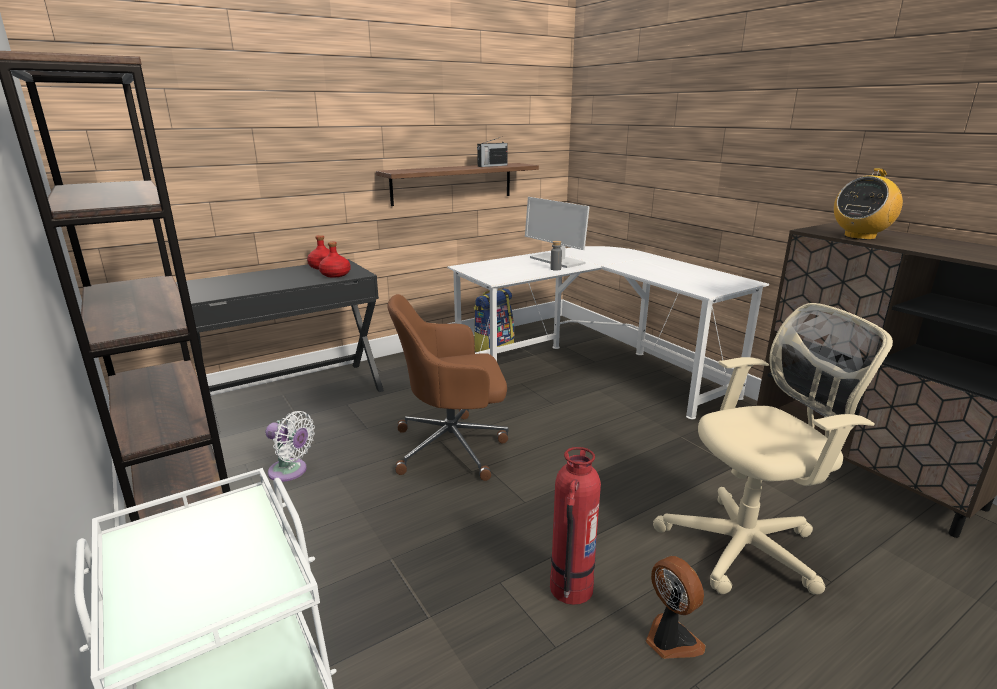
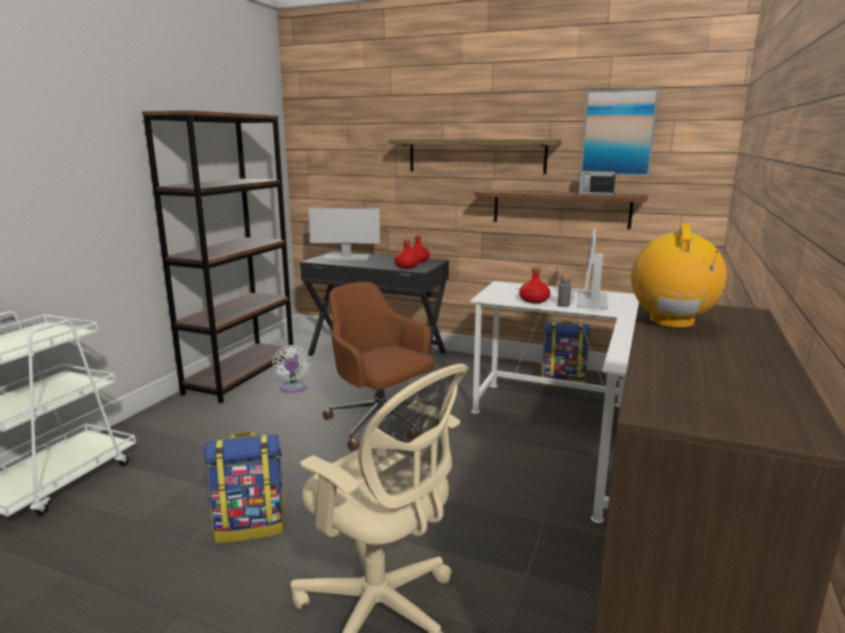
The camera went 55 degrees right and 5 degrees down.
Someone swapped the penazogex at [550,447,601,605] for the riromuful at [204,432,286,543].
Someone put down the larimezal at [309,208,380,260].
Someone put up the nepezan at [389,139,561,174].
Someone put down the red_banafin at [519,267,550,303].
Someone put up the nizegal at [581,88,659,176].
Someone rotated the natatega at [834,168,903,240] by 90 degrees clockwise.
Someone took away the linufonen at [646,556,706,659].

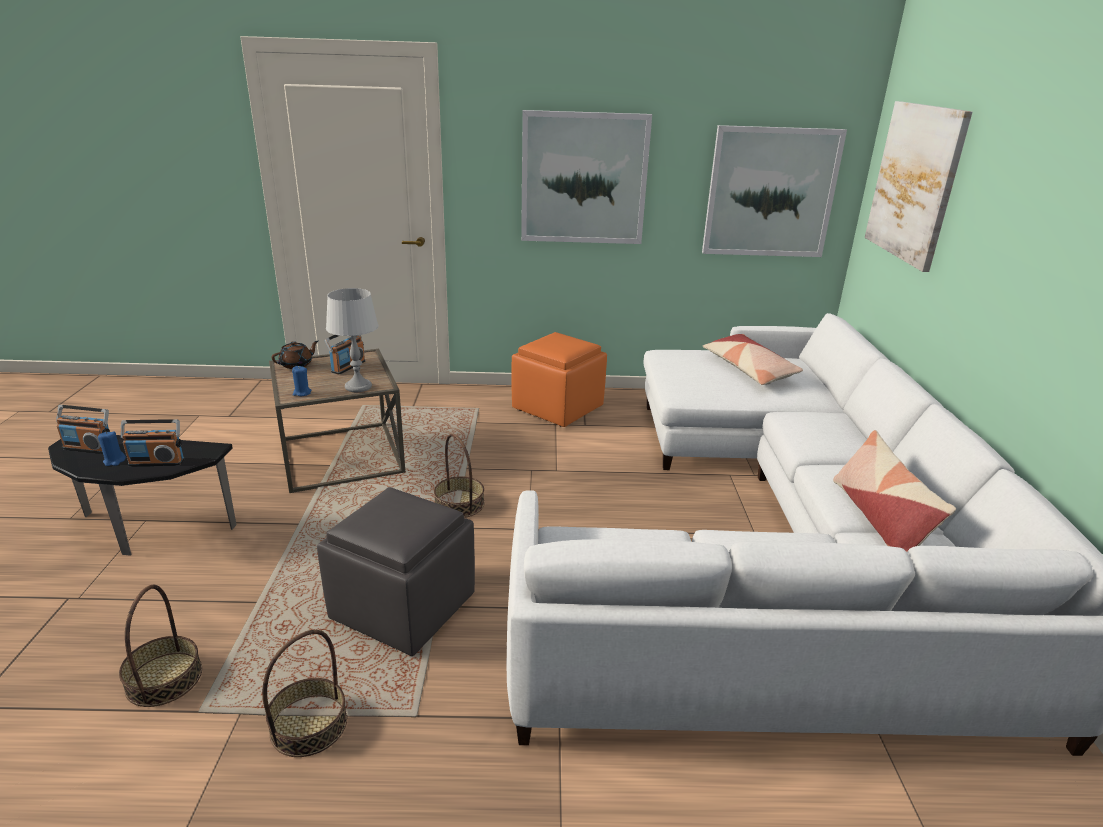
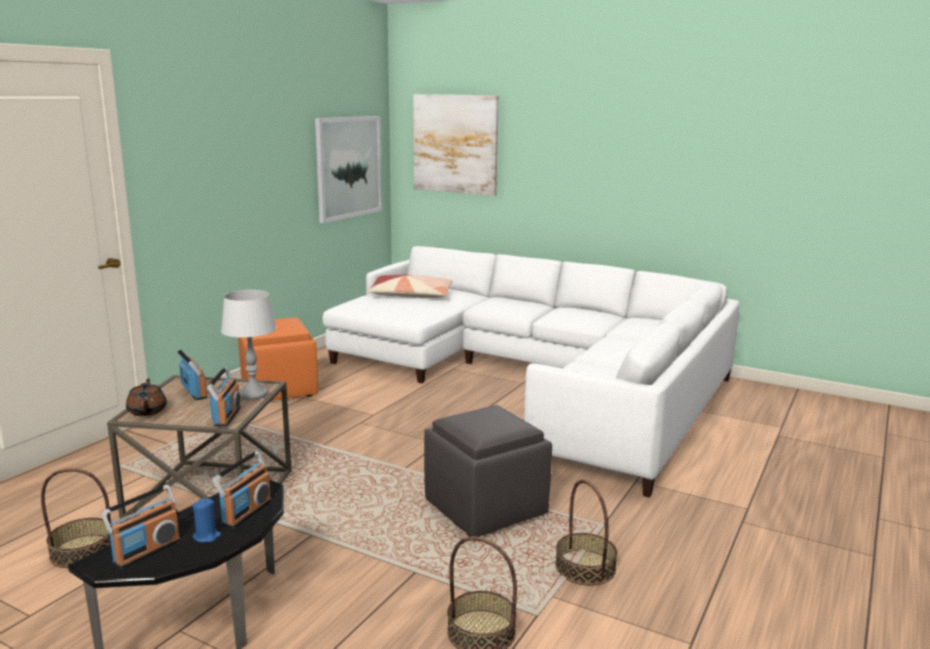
The camera went 60 degrees left and 10 degrees down.
Someone carried the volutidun from [434,434,485,518] to [41,468,111,568].
Someone swapped the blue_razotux at [292,366,312,396] for the natatega at [207,367,241,427].
Someone took away the nizegal at [521,110,652,244].
Someone took away the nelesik at [833,430,956,552].

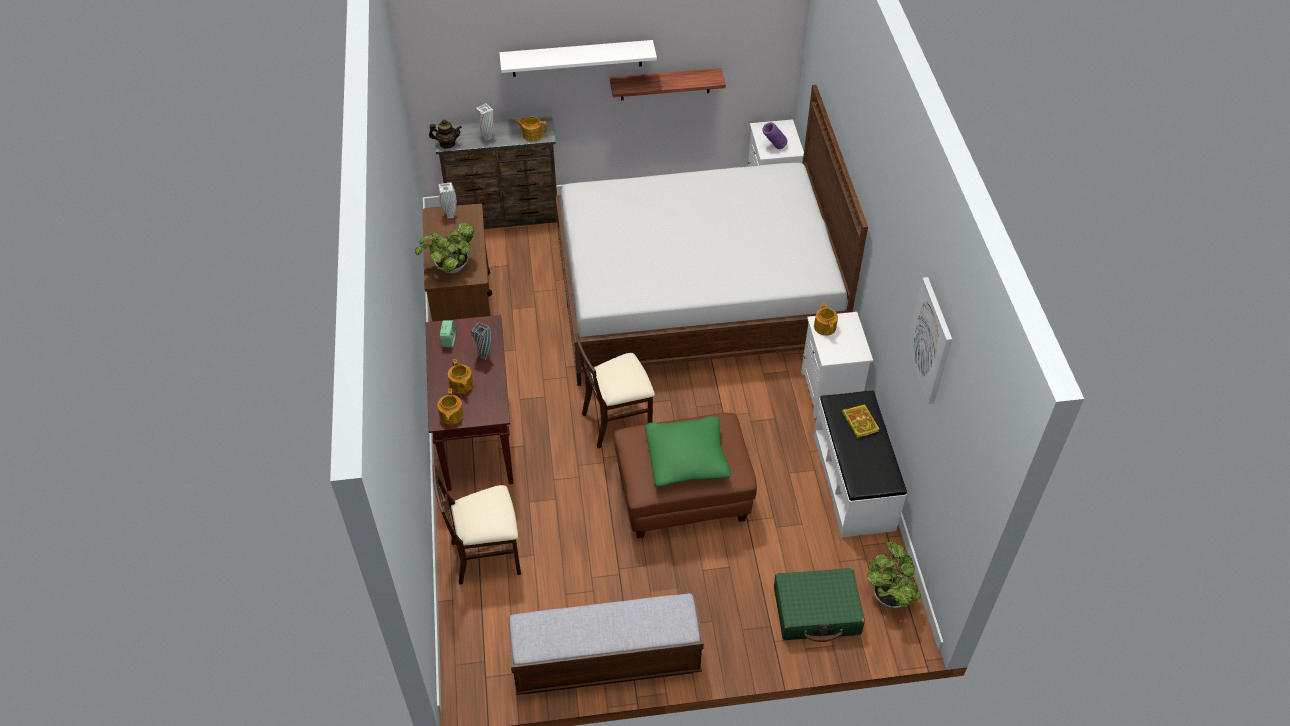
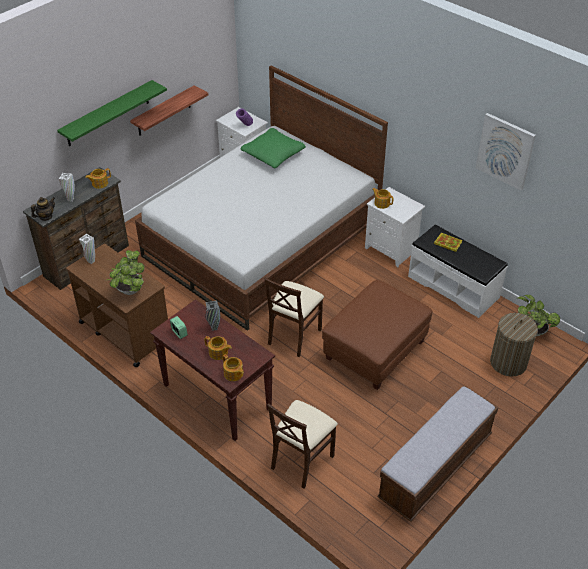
The camera went 40 degrees left and 5 degrees down.
Someone repainted the white_nepezan at [499,40,657,77], which became the green_nepezan at [57,80,167,146].
Someone carried the green_nelesik from [645,416,731,487] to [240,128,306,168].
Someone swapped the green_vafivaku at [774,568,865,642] for the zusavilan at [490,313,538,377].

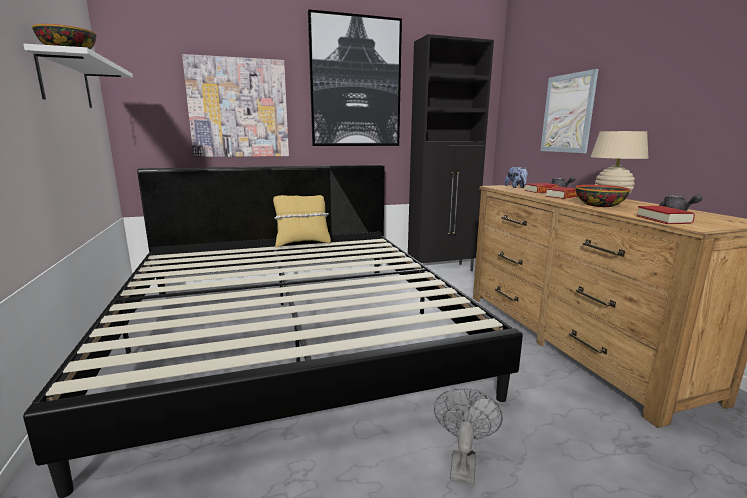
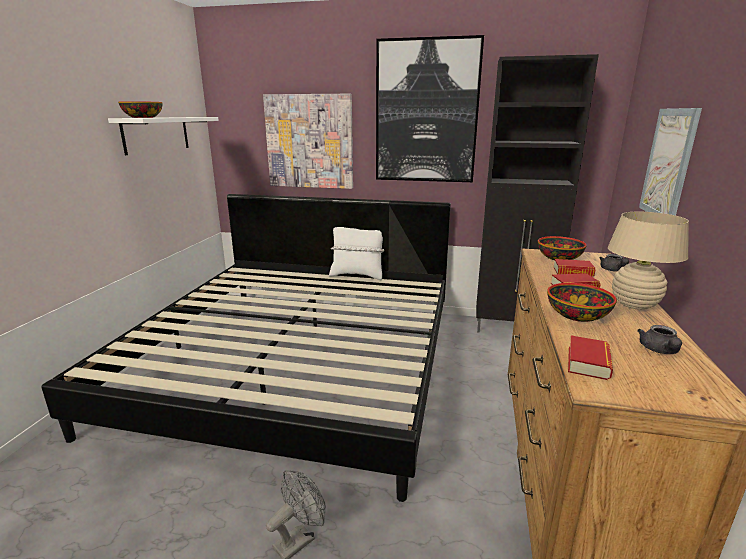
The camera went 30 degrees right and 5 degrees up.
Someone repainted the yellow_nelesik at [273,195,331,247], which became the white_nelesik at [329,227,384,280].
Someone swapped the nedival at [505,166,528,188] for the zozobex at [538,236,587,260].

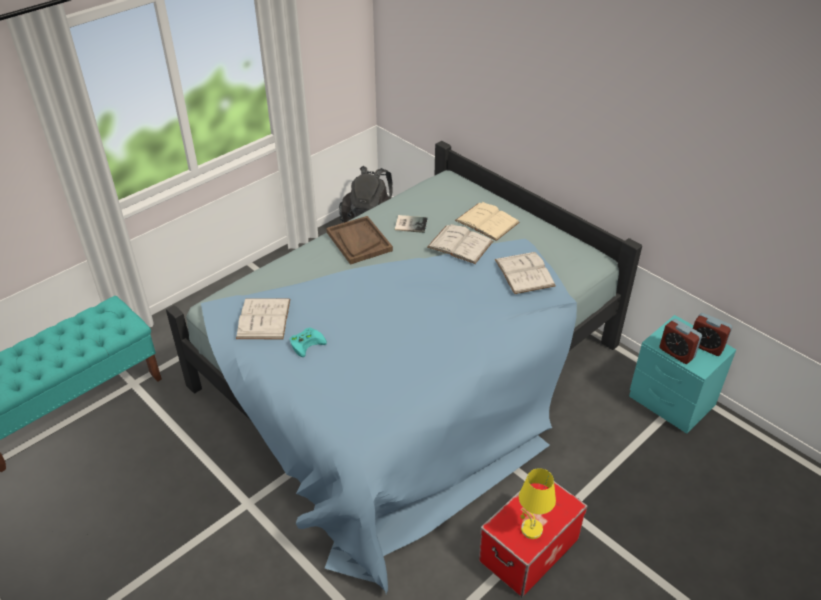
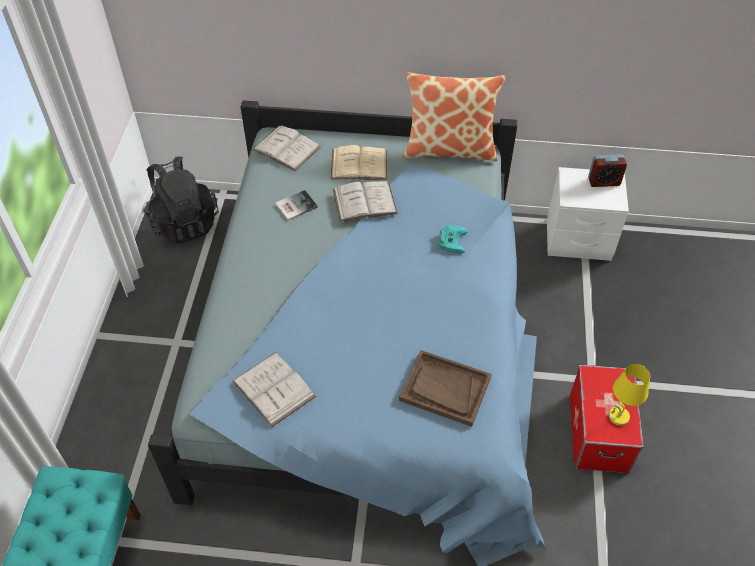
The camera went 40 degrees left and 10 degrees up.
Someone carried the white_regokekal from [495,252,556,294] to [252,126,321,171].
Someone carried the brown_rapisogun from [326,216,393,265] to [399,350,492,427].
Someone put down the nelesik at [403,72,506,161].
Someone carried the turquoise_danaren from [290,328,327,357] to [438,225,467,253].
Someone repainted the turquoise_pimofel at [629,315,736,434], which became the white_pimofel at [547,167,629,261].
Someone took away the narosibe at [659,319,702,364].

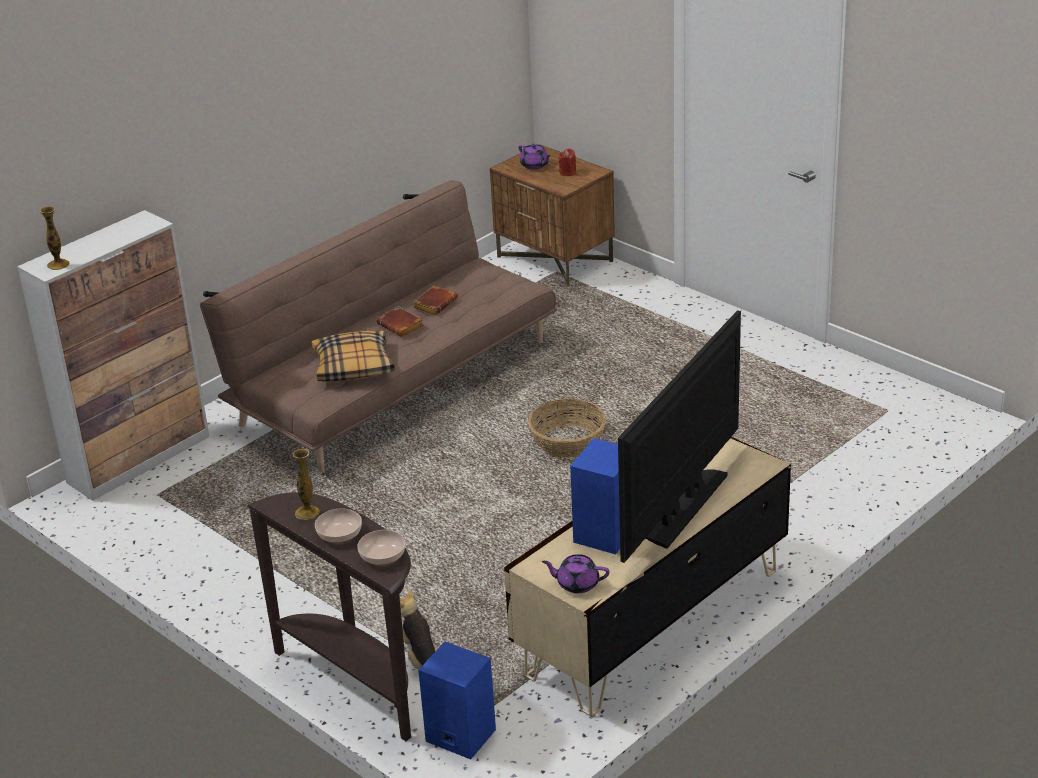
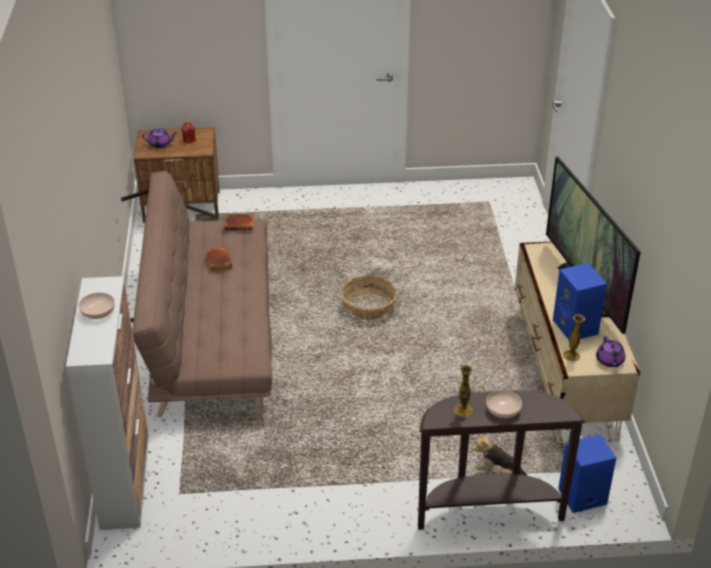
The camera went 50 degrees left and 5 degrees up.
Someone carried the zozobex from [357,530,406,565] to [78,292,115,319].
Someone carried the brown_regokekal from [376,307,423,337] to [224,214,254,231].
Someone carried the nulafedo from [39,206,69,270] to [563,314,585,361].
Someone rotated the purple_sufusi at [542,554,609,593] by 60 degrees counterclockwise.
Someone took away the nelesik at [311,331,395,381].

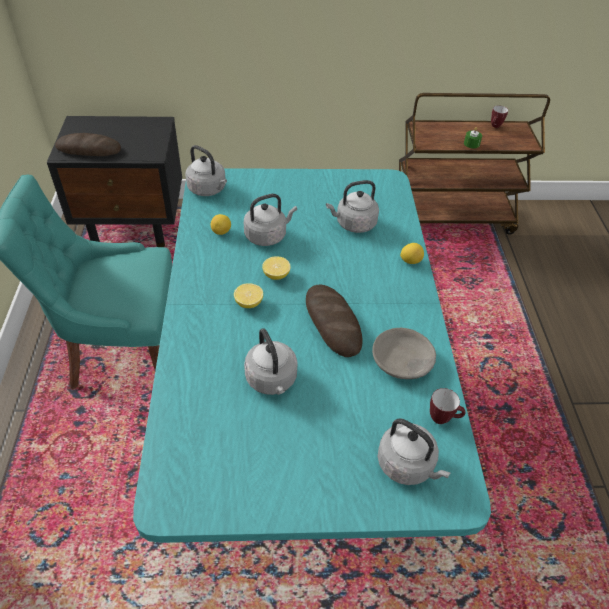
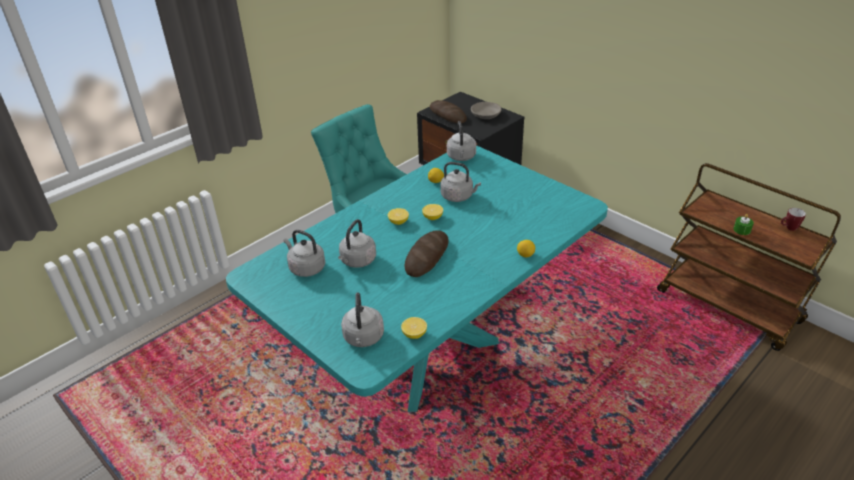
The camera went 50 degrees right and 10 degrees down.
Someone carried the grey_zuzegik from [326,180,379,233] to [284,230,325,277].
Someone swapped the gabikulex at [430,388,465,424] for the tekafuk at [401,317,427,339].
Someone carried the grey_zozobex from [372,328,436,379] to [471,102,502,119].

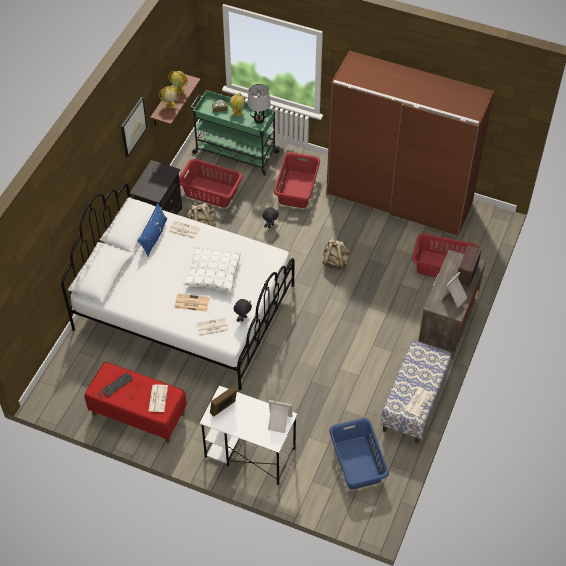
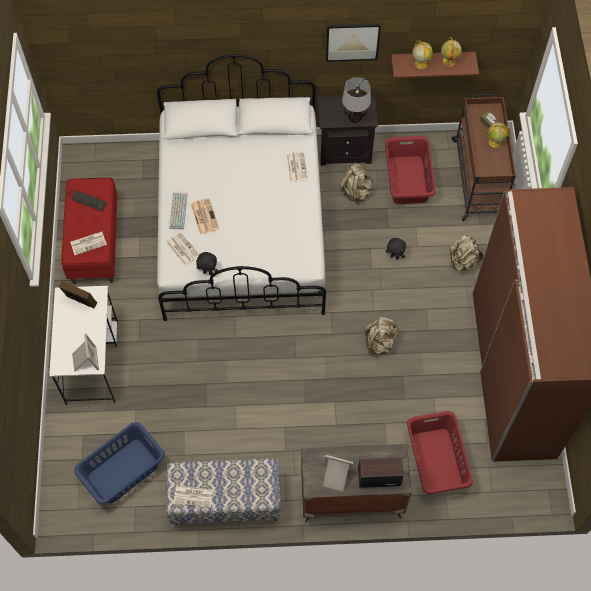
The camera went 65 degrees right and 10 degrees up.
Someone put down the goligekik at [169,192,187,229].
Someone carried the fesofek from [248,84,270,124] to [342,77,371,123].
Someone swapped the red_zusavilan at [274,152,320,208] for the beige_riromuful at [449,235,483,271].
Someone repainted the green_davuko at [191,90,280,176], which became the brown_davuko at [452,94,516,221].
Someone took away the blue_nelesik at [137,203,167,256].
Someone took away the white_nelesik at [184,247,241,292].

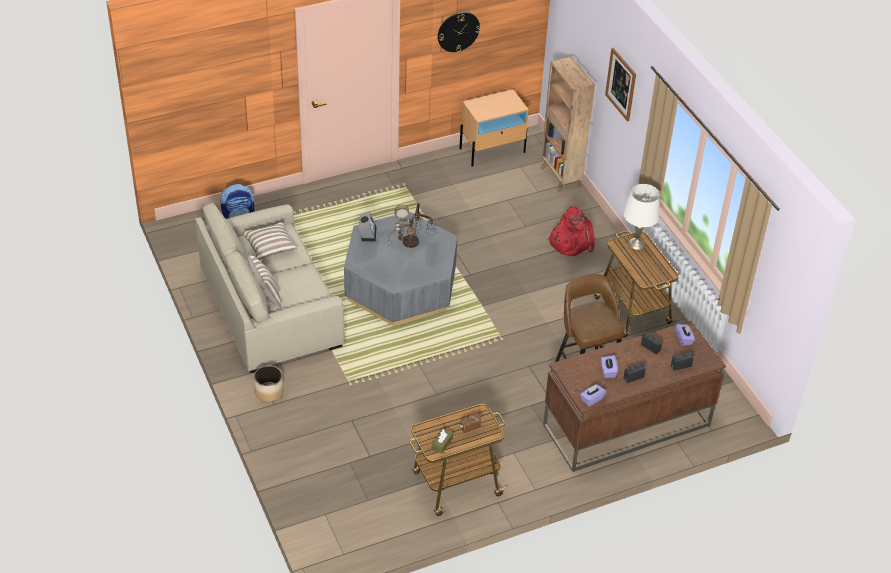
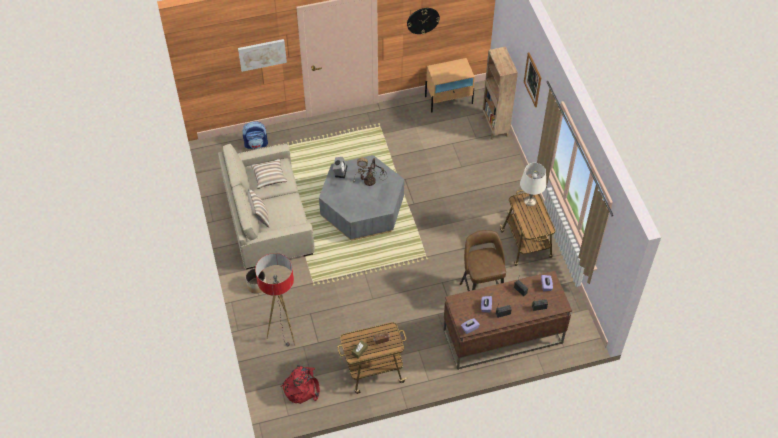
The camera went 10 degrees right and 10 degrees up.
Someone put up the nizegal at [238,39,287,72].
Someone put down the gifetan at [255,253,296,346].
Someone carried the red_riromuful from [547,206,595,256] to [280,365,320,404].

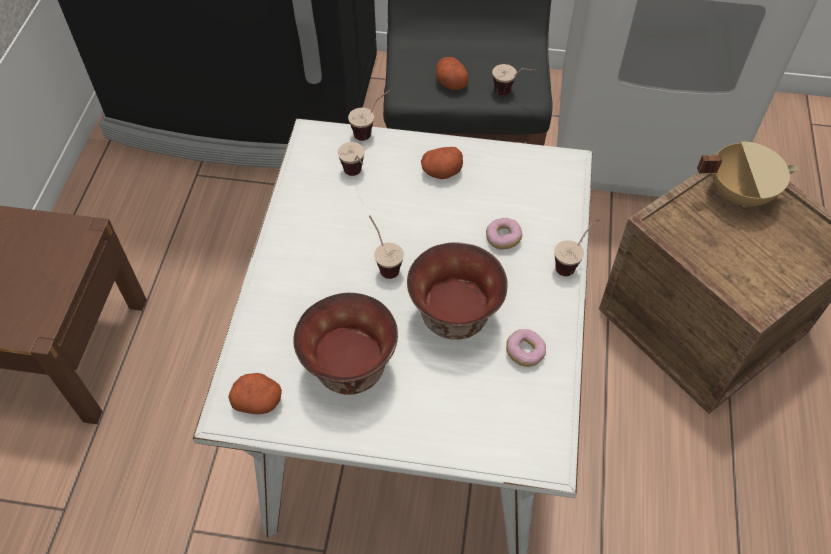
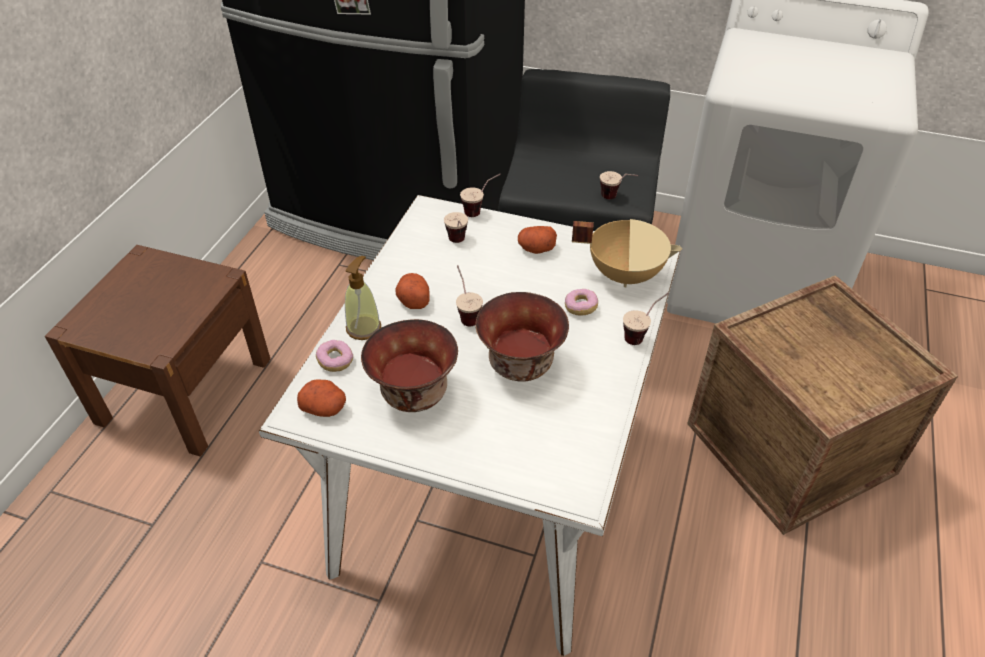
The camera went 10 degrees right and 10 degrees down.
Someone carried the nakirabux from [506,329,546,367] to [316,340,353,372].
Someone put down the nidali at [345,256,381,340].
Someone carried the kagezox from [436,57,468,90] to [396,273,429,309].
Someone carried the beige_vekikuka from [697,142,799,207] to [572,219,682,287].

